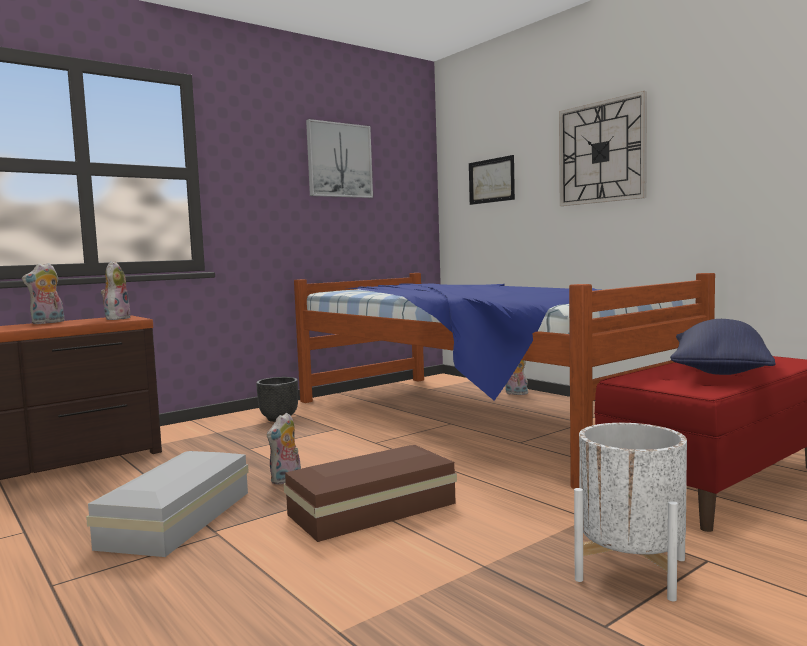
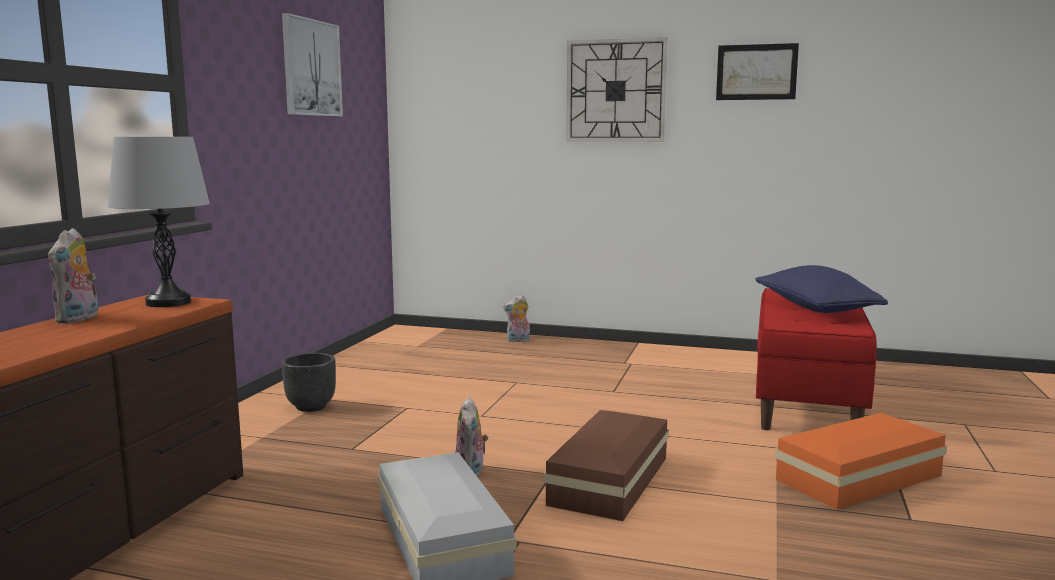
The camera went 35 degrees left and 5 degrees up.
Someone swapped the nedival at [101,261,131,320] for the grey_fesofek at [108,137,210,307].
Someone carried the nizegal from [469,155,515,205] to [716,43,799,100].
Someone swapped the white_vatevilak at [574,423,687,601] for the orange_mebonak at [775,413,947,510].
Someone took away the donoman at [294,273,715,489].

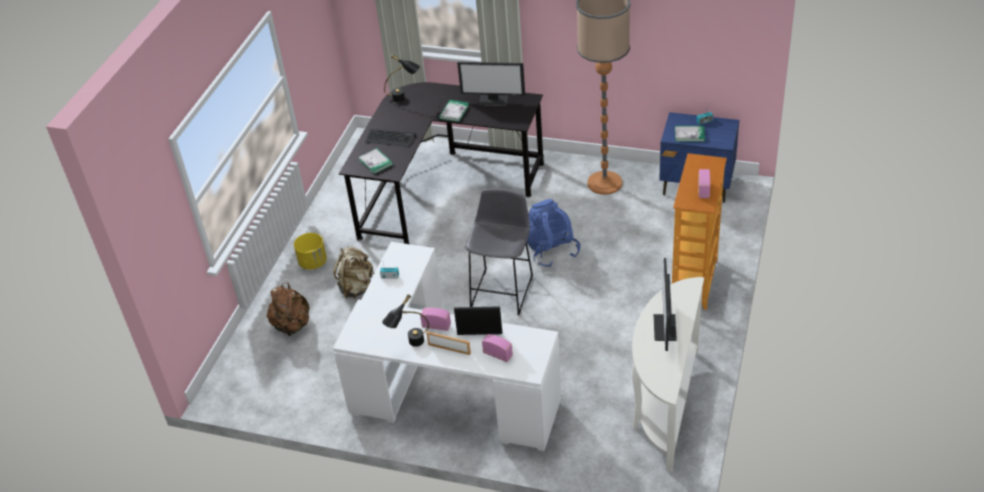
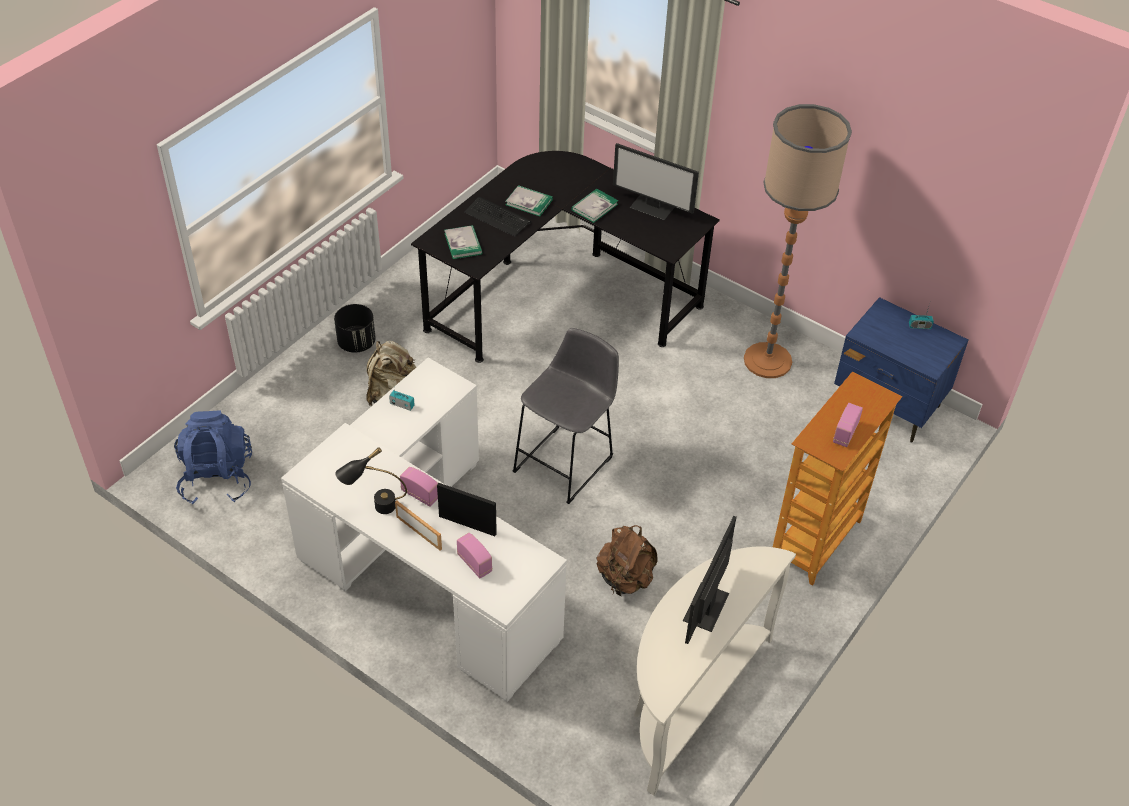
The camera went 15 degrees right and 5 degrees up.
Someone carried the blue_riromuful from [527,199,581,267] to [174,410,252,504].
Someone repainted the yellow_vatevilak at [294,233,327,270], which became the black_vatevilak at [334,304,376,353].
Someone carried the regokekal from [675,126,705,142] to [505,185,553,216].
Someone carried the brown_riromuful from [267,282,310,336] to [596,525,657,596].
Someone took away the black_fesofek at [384,55,420,102].

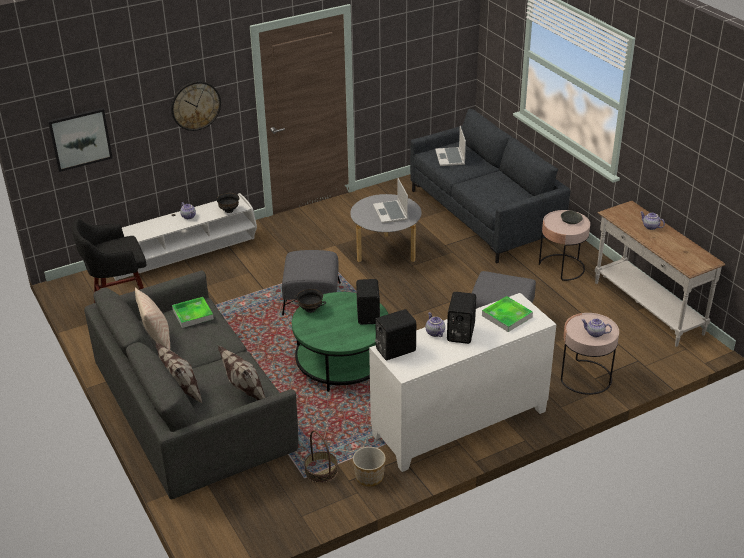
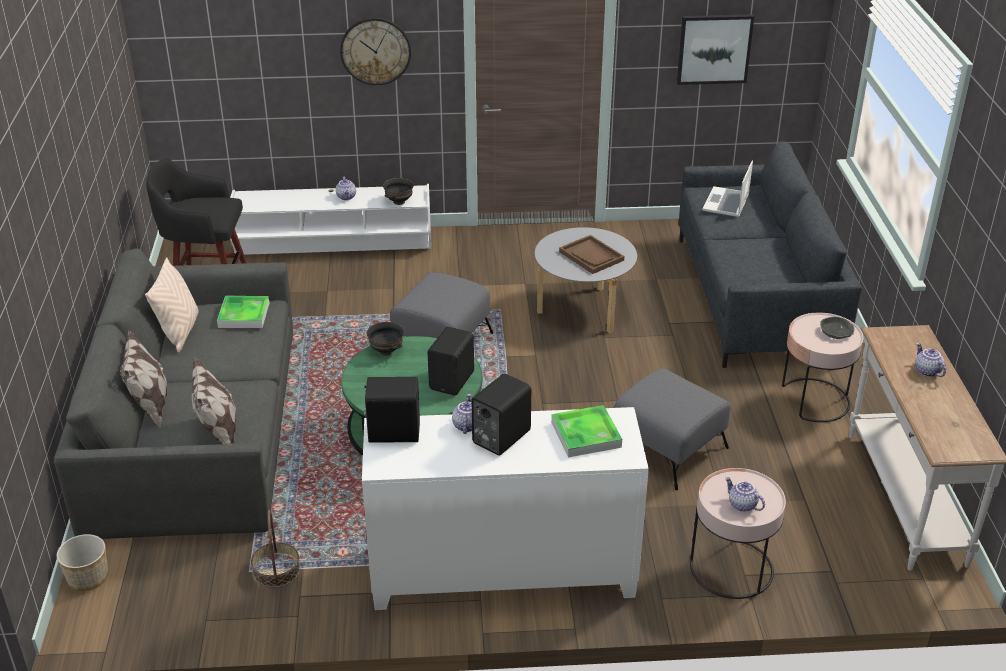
The camera went 25 degrees right and 0 degrees up.
Someone carried the vatevilak from [353,447,386,486] to [57,534,108,591].
Someone swapped the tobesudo at [373,178,408,223] for the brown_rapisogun at [559,235,624,274].
Someone carried the nizegal from [48,108,112,172] to [677,14,754,85].

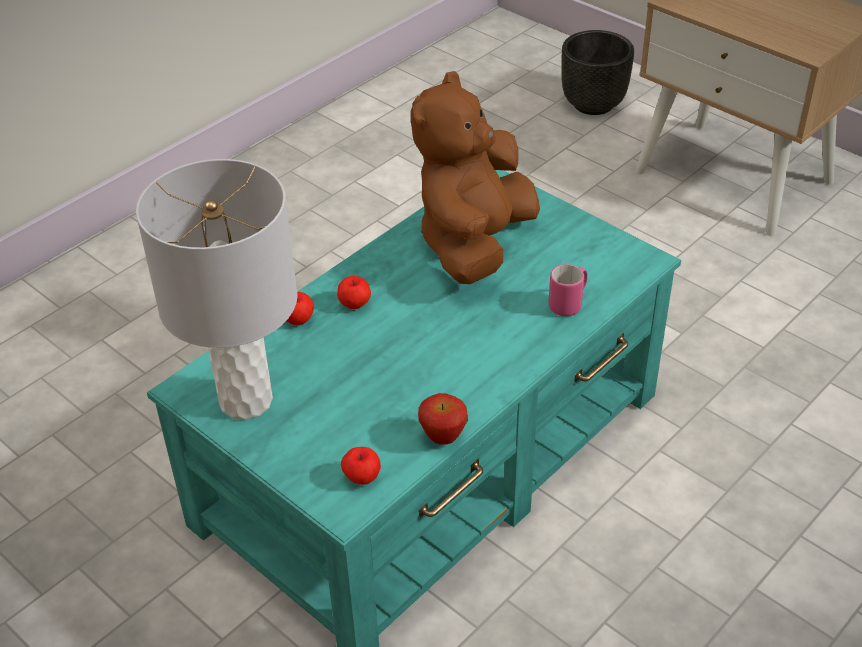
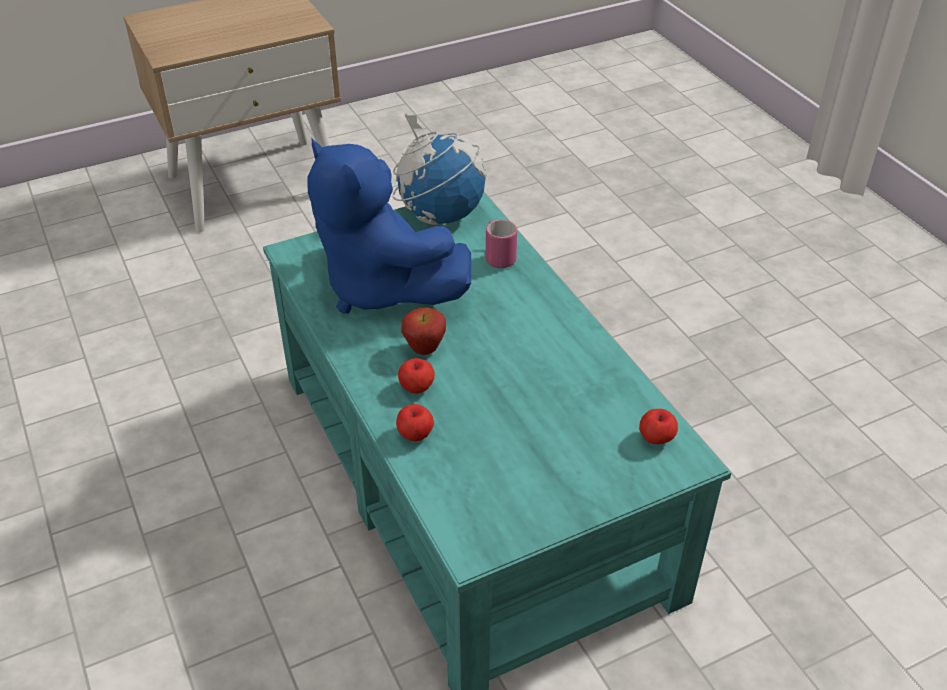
The camera went 70 degrees left and 0 degrees up.
Someone repainted the brown_nedival at [411,71,540,284], which became the blue_nedival at [308,139,471,314].
Someone put down the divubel at [393,113,487,225].
Someone carried the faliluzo from [418,393,468,445] to [401,308,446,355].
Someone took away the grey_fesofek at [136,159,298,420].
Someone took away the black_vatevilak at [561,30,634,115].

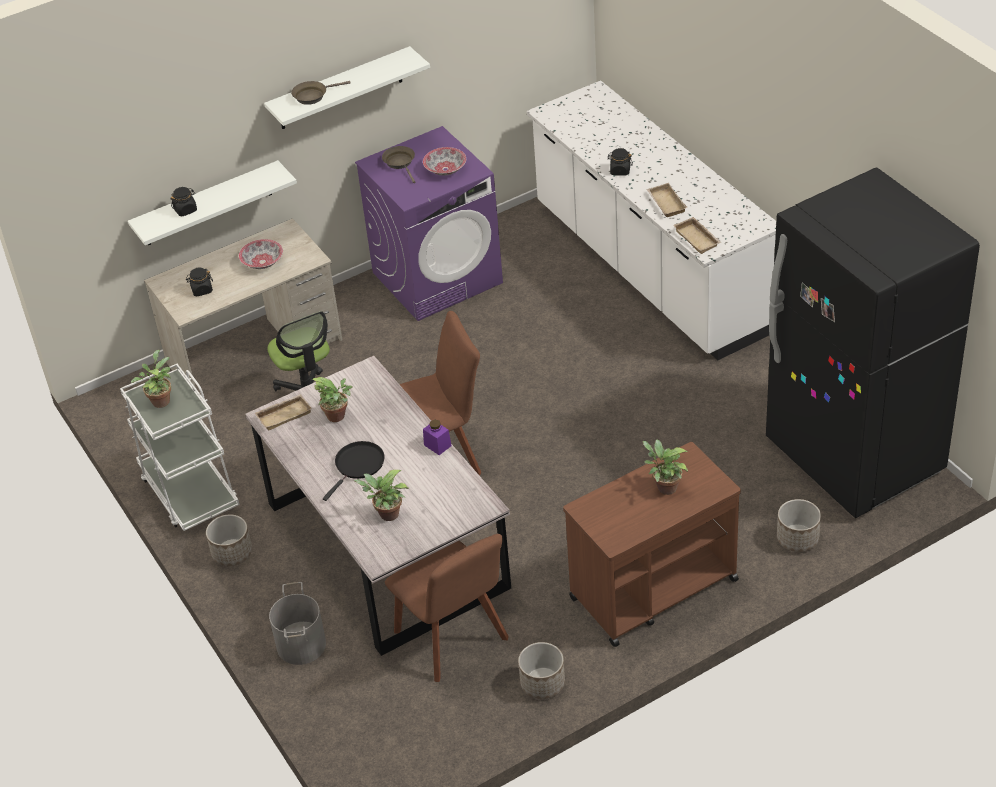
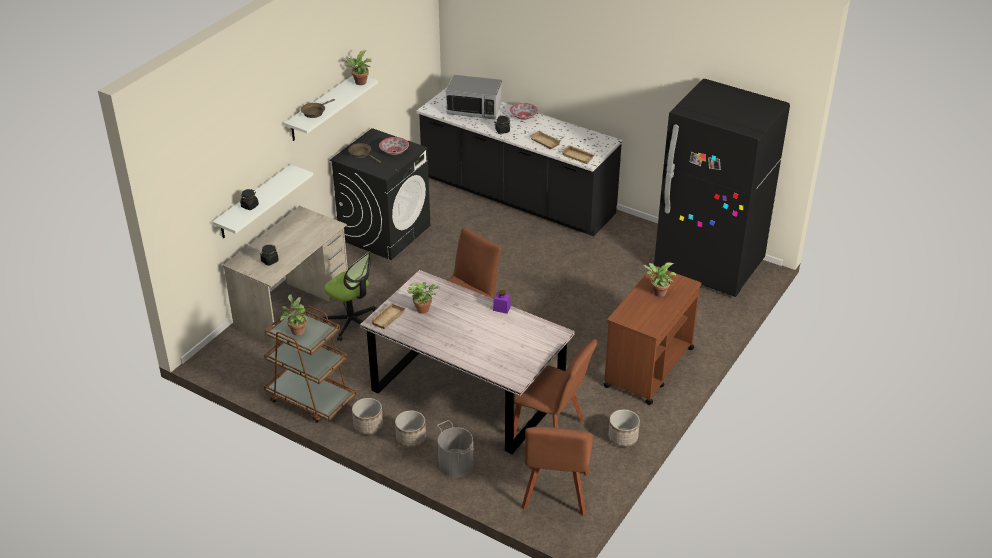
The camera went 30 degrees left and 5 degrees down.
Someone repainted the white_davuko at [120,364,240,531], which became the brown_davuko at [264,306,356,423].
Someone repainted the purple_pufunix at [355,126,503,321], which became the black_pufunix at [330,128,430,260].
Someone carried the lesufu from [354,470,408,521] to [342,50,372,85].
Someone carried the vatevilak from [777,499,821,552] to [395,410,426,448].
Someone repainted the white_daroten at [527,80,776,360], which became the black_daroten at [417,88,623,236].
Someone put down the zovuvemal at [446,75,502,119].
Someone carried the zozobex from [239,239,283,269] to [510,103,538,120].
Someone put down the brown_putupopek at [521,427,593,516].
Someone took away the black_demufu at [323,441,385,501].

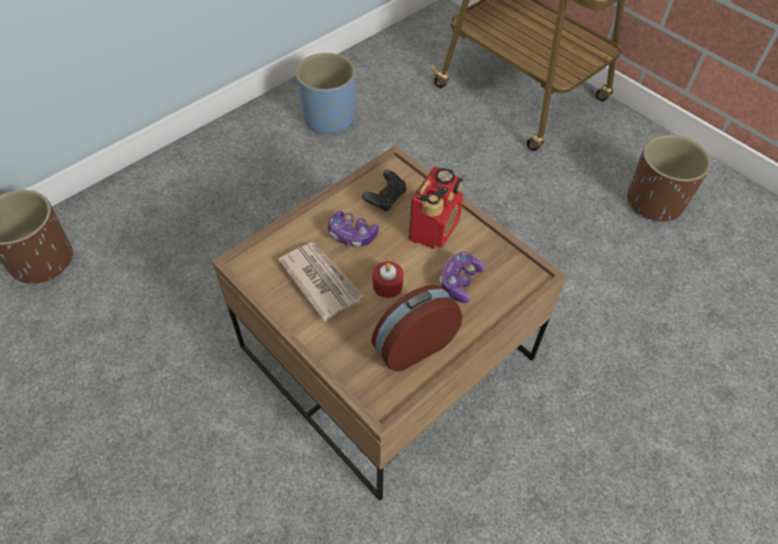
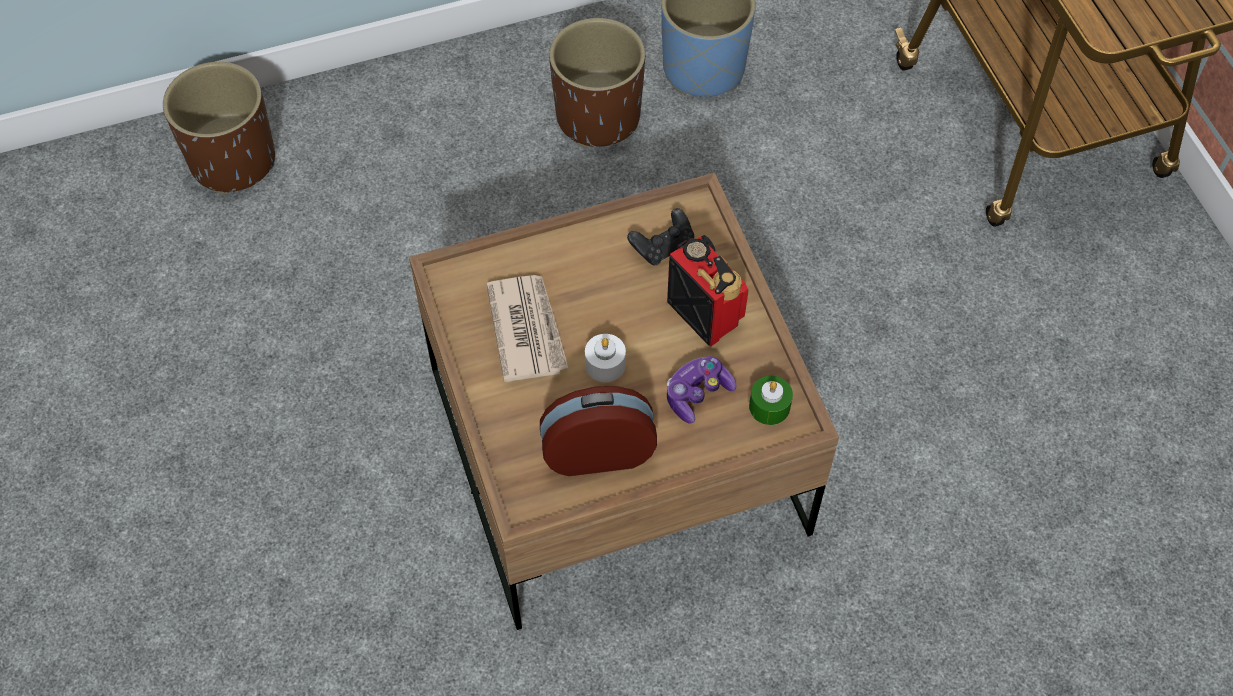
The camera went 25 degrees right and 5 degrees up.
Someone carried the brown_vatevilak from [627,134,711,223] to [549,18,645,148].
Someone repainted the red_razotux at [373,261,404,298], which became the white_razotux at [585,334,626,382].
Someone rotated the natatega at [409,166,464,249] by 90 degrees counterclockwise.
Someone put down the green_razotux at [749,376,793,425].
Someone took away the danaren at [328,211,379,248].

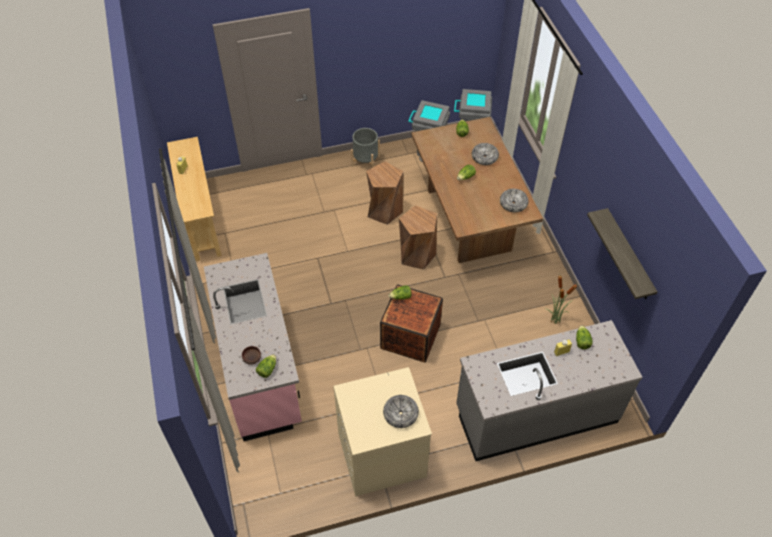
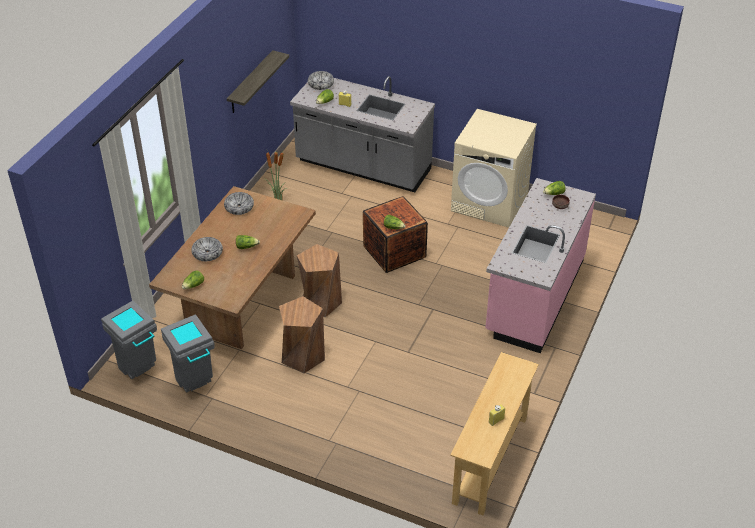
The camera went 140 degrees left and 10 degrees down.
Someone carried the zozobex from [383,395,419,428] to [308,71,334,90].
Someone took away the grey_vatevilak at [351,128,380,168].

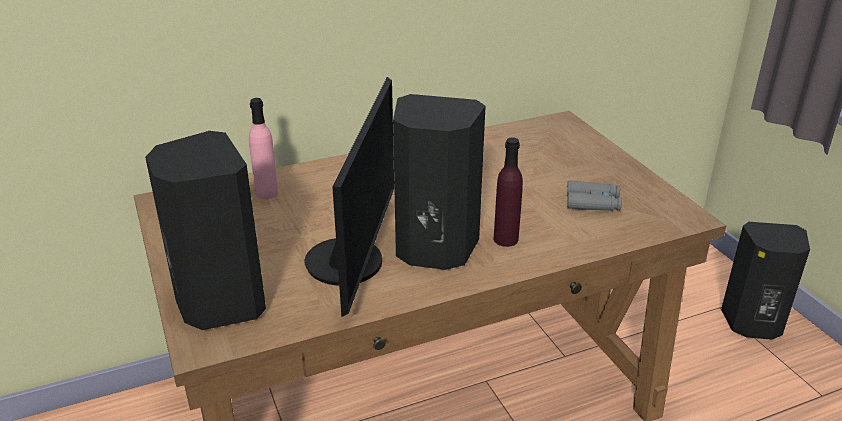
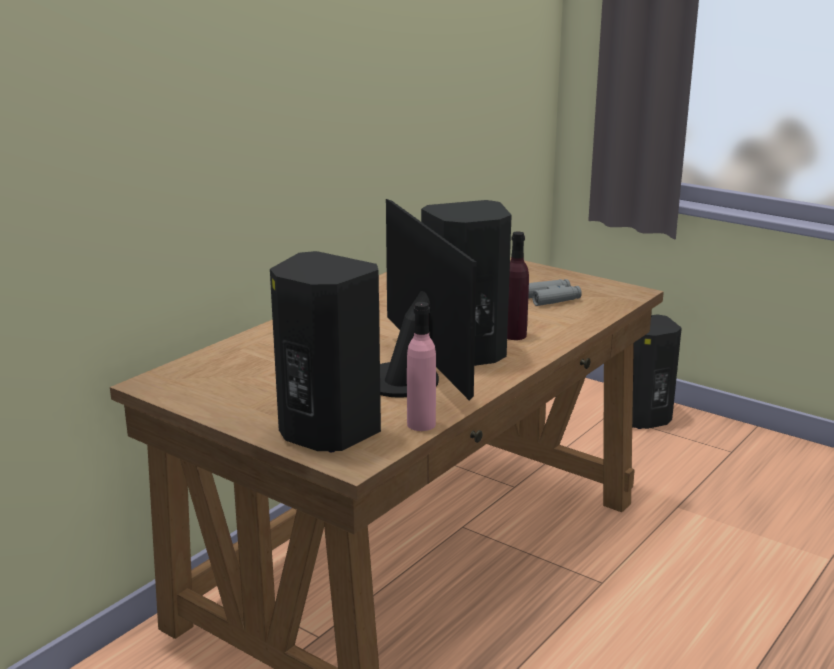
The camera went 30 degrees left and 10 degrees down.
Someone carried the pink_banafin from [249,98,279,199] to [407,302,436,431].

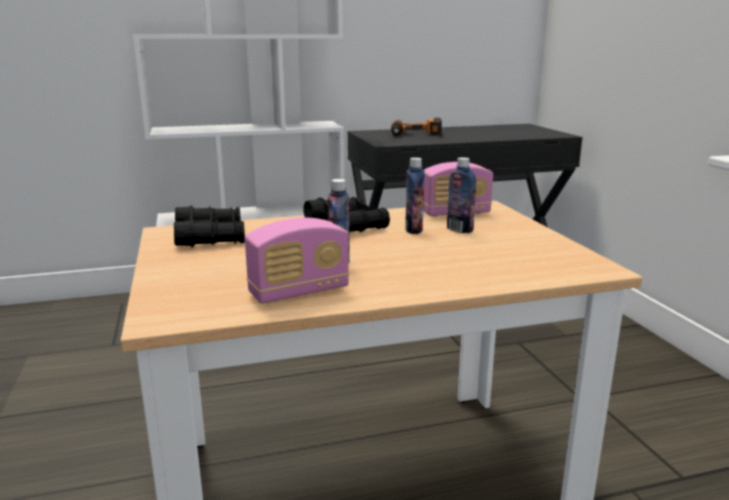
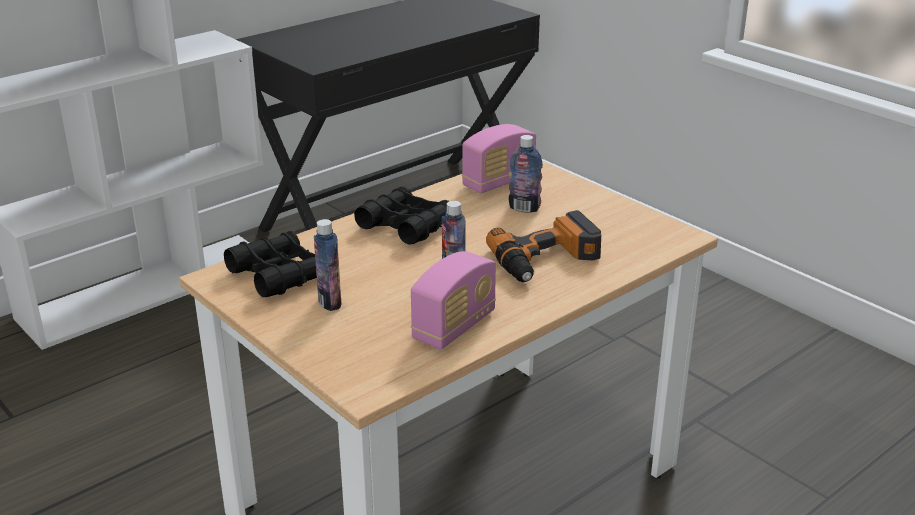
The camera went 25 degrees left and 10 degrees up.
Someone carried the banafin from [405,158,425,234] to [314,219,341,311].
Someone carried the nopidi from [391,118,442,136] to [486,210,601,282].

